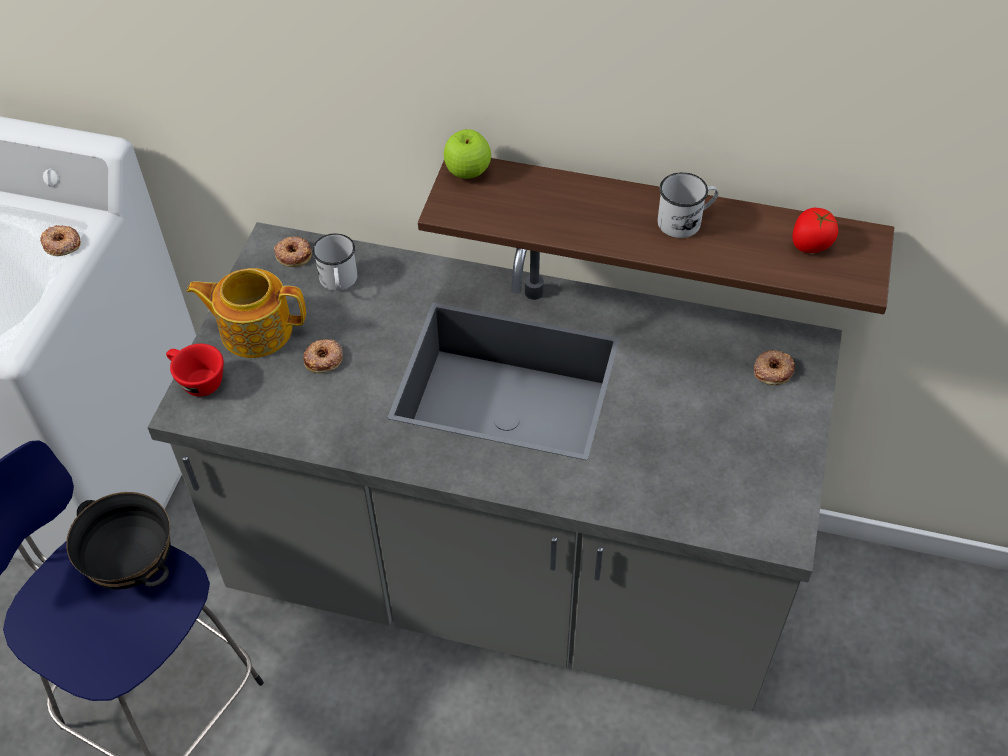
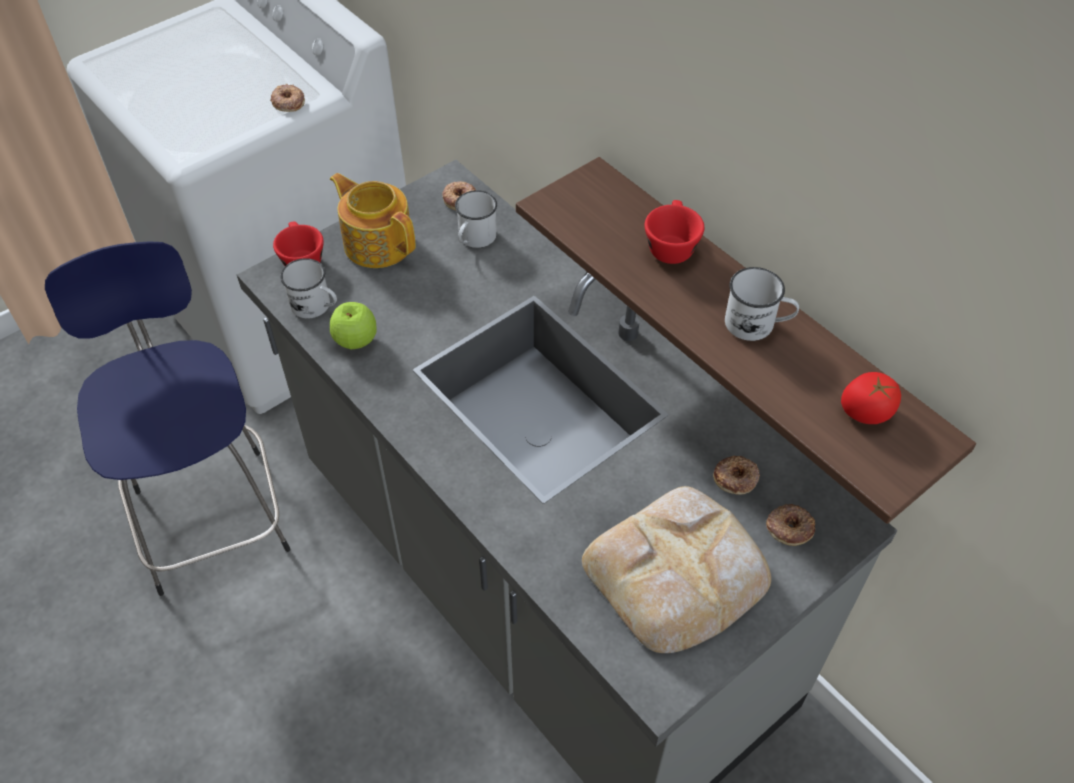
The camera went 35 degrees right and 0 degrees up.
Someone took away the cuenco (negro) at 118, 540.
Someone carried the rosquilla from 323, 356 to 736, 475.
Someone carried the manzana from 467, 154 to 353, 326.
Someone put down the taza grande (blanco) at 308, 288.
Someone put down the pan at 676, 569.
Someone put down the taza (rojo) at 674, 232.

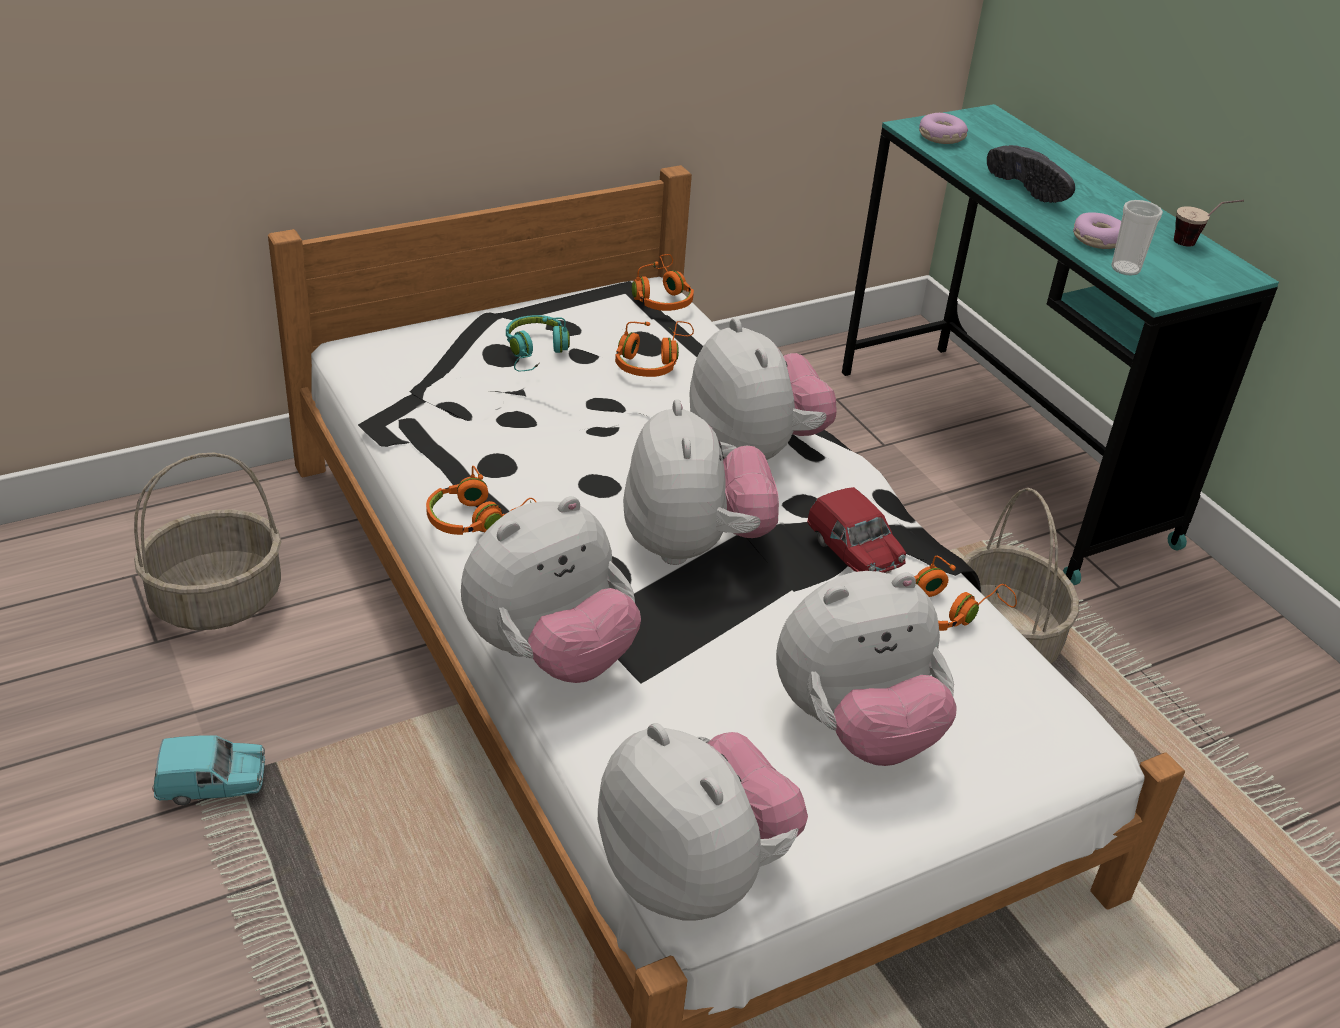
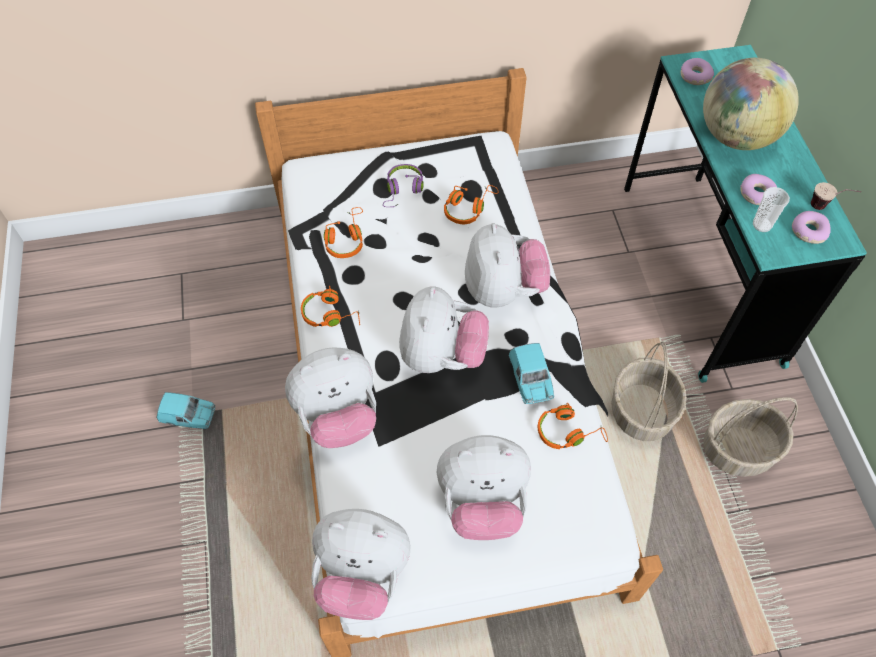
The camera went 20 degrees right and 20 degrees up.
Someone carried the cesta from 208, 541 to 750, 437.
Someone repainted the auriculares (turquesa) at 538, 343, which became the auriculares (morado) at 403, 185.
Someone rotated the peluche at 703, 822 by 120 degrees clockwise.
Someone carried the auriculares (naranja) from 663, 282 to 343, 232.
Someone repainted the coche de juguete (rojo) at 856, 530, which became the coche de juguete (turquesa) at 531, 373.
Someone swapped the zapato (negro) at 1031, 174 for the globo terráqueo at 751, 104.
Someone put down the rosquilla at 811, 227.

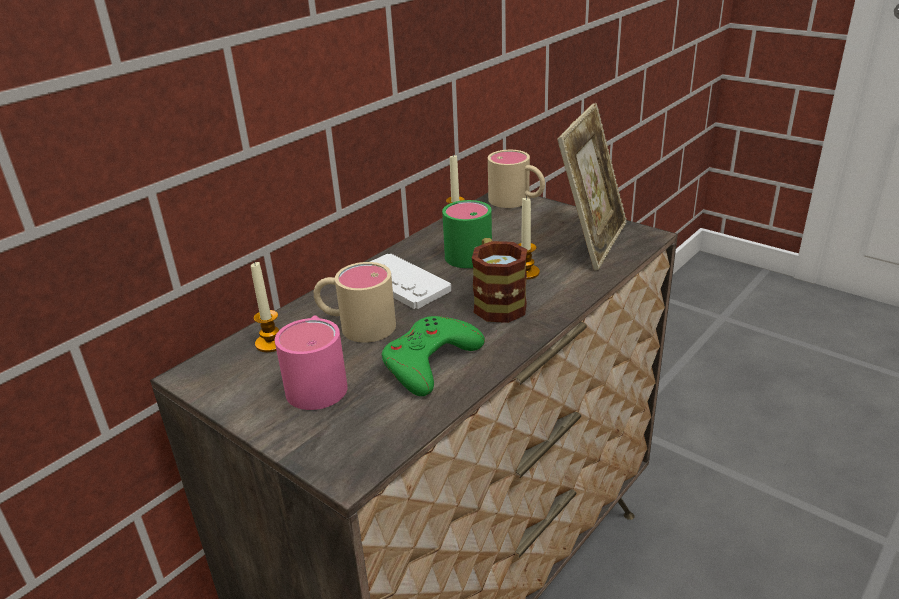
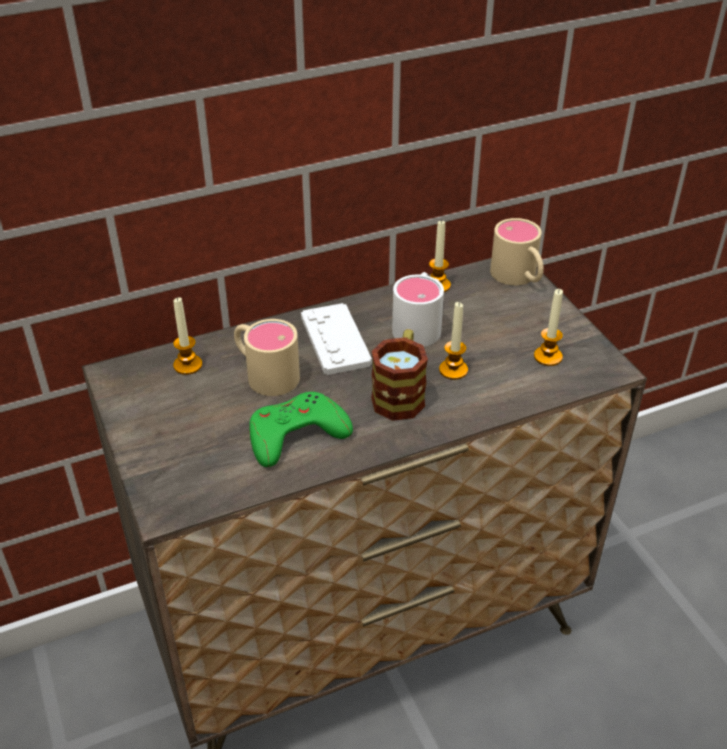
The camera went 25 degrees right and 10 degrees up.
Someone took away the taza grande (rosa) at 311, 363.
Someone repainted the taza grande (verde) at 467, 234, which became the taza grande (blanco) at 418, 309.
Someone swapped the portarretratos at 592, 186 for the vela at 548, 327.

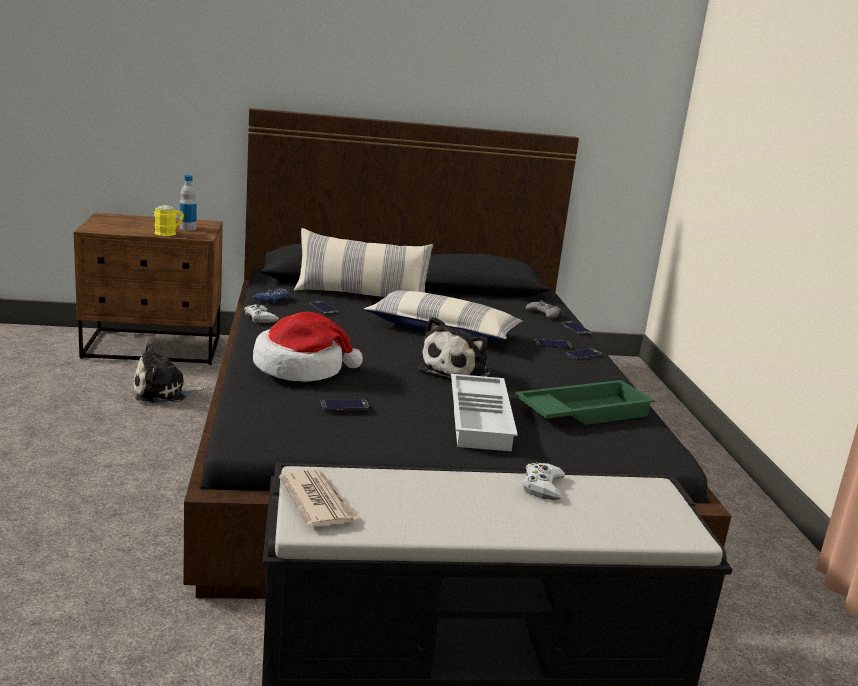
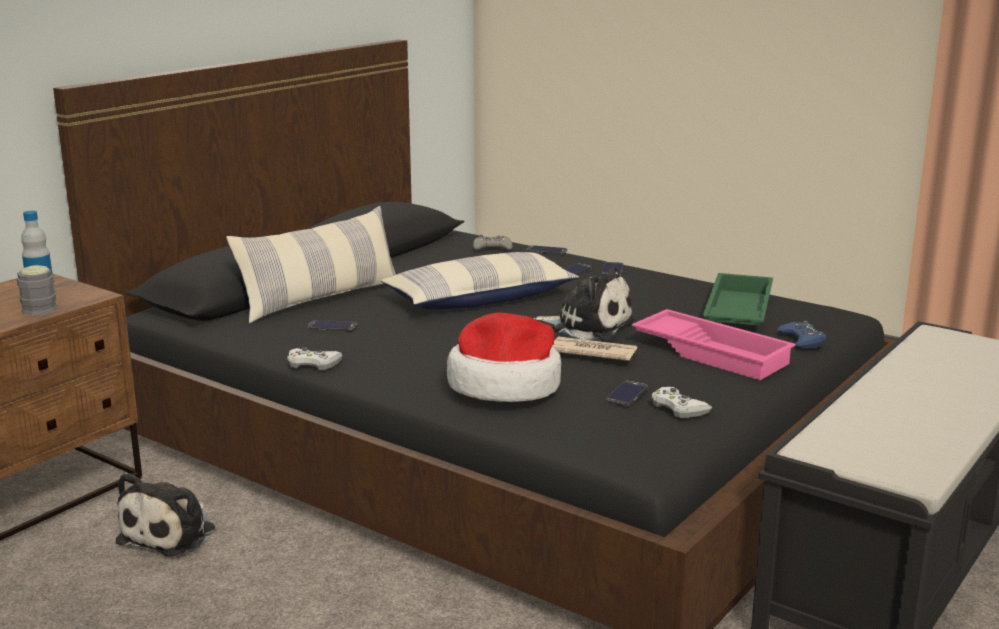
The camera went 45 degrees left and 0 degrees up.
Someone repainted the taza grande (amarillo) at 169, 220, which became the taza grande (gris) at 37, 290.
Someone carried the mando de consola (azul) from 271, 296 to 802, 335.
Someone carried the periódico from 319, 498 to 595, 348.
Someone rotated the peluche at 454, 347 by 45 degrees counterclockwise.
Someone repainted the bandeja (blanco) at 484, 412, which became the bandeja (rosa) at 714, 344.
Someone carried the mando de consola (blanco) from 543, 481 to 681, 402.

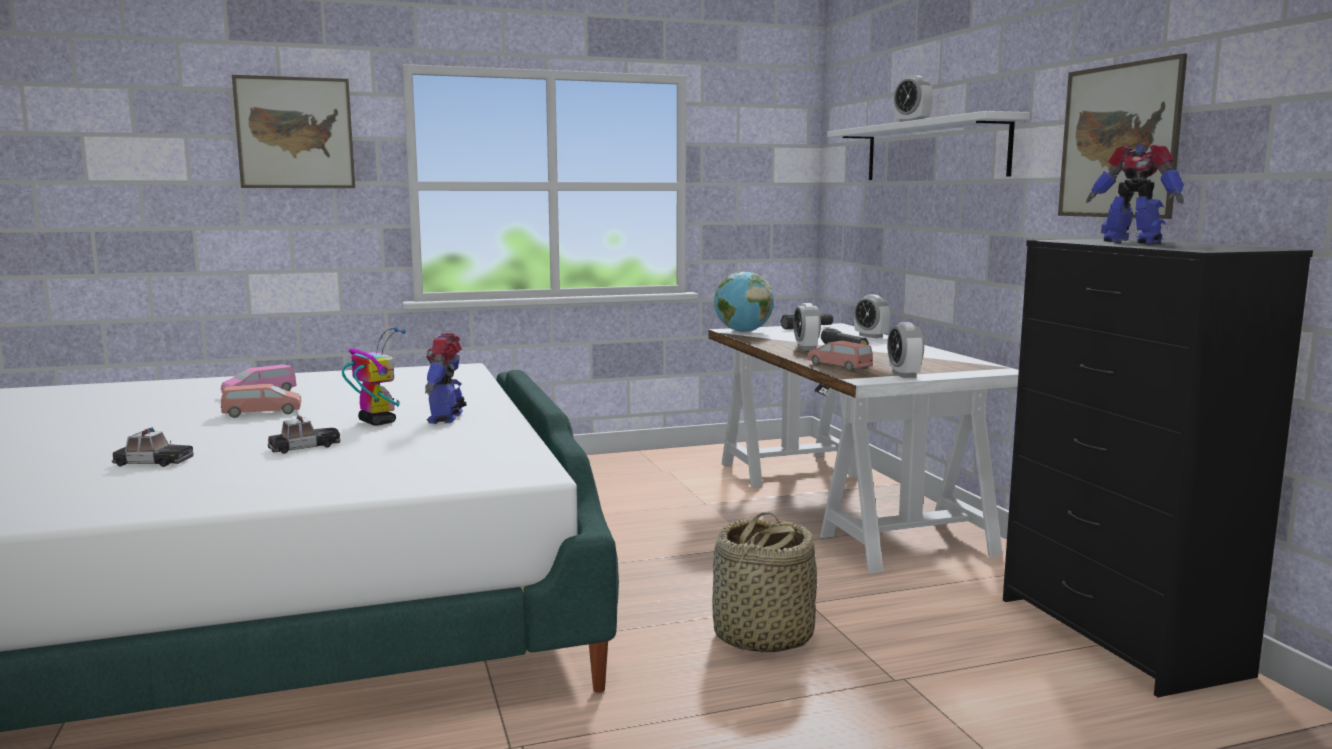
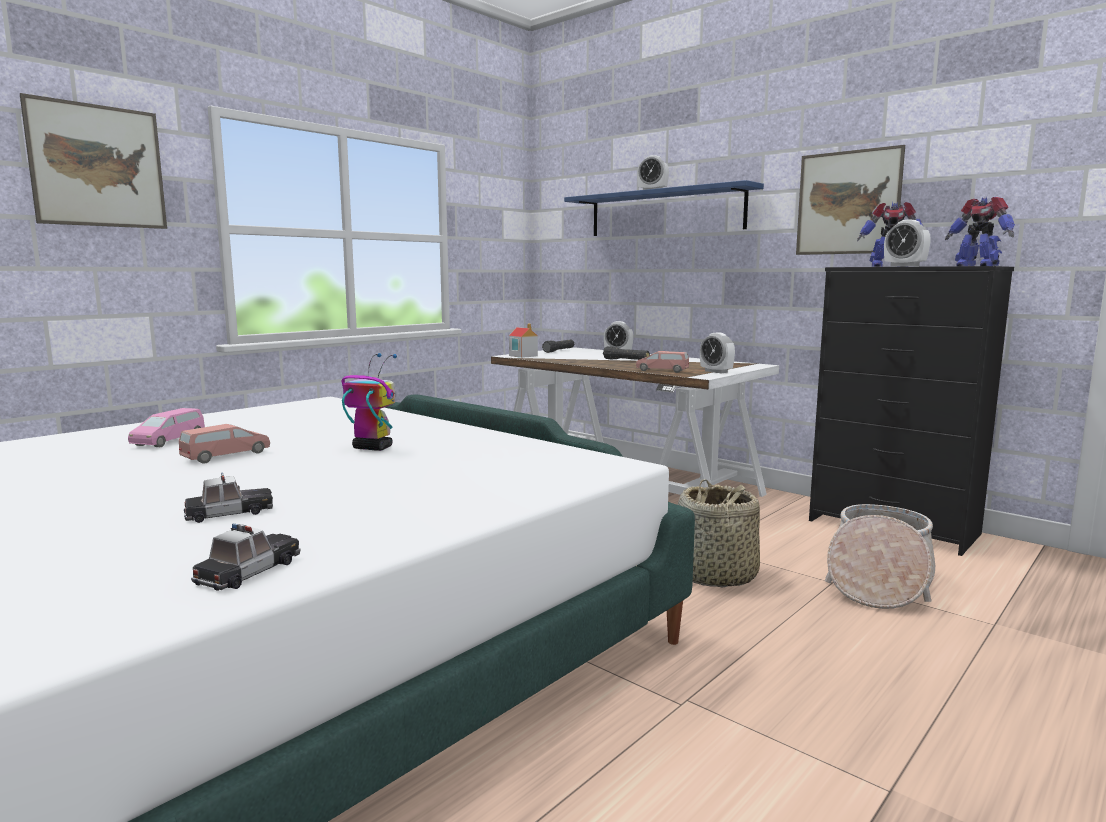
The camera went 30 degrees left and 0 degrees up.
Someone carried the coche de juguete from 304, 434 to 246, 557.
Someone carried the robot de juguete from 445, 378 to 980, 231.
Someone swapped the globo terráqueo at 744, 302 for the casita at 523, 340.
Someone carried the despertador from 807, 326 to 907, 243.
Someone repainted the estante (blanco) at 928, 145, which became the estante (azul) at 664, 208.
Someone put down the cesta at 879, 556.

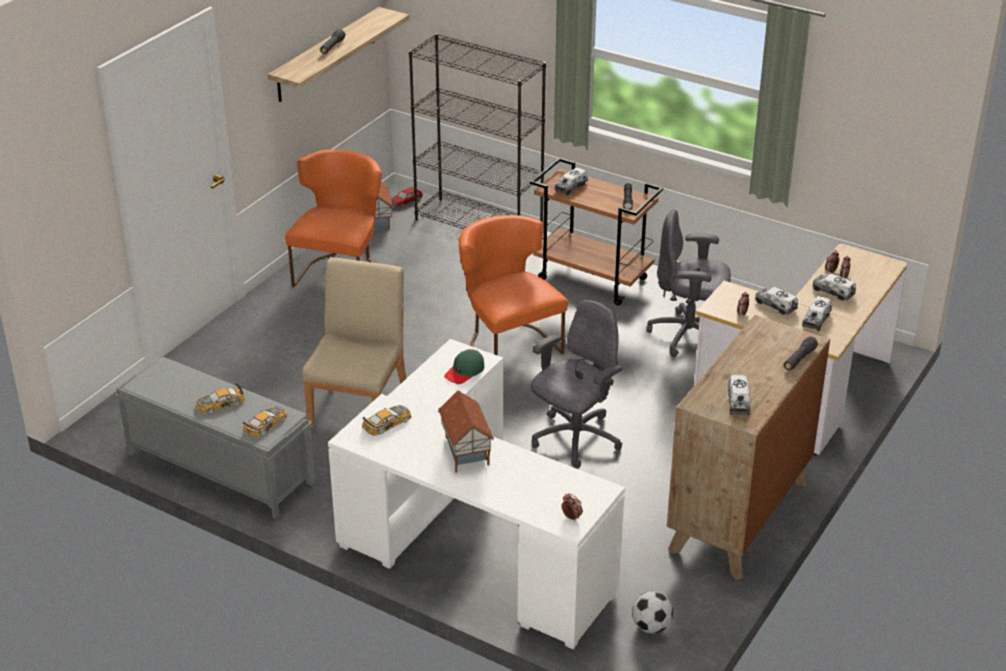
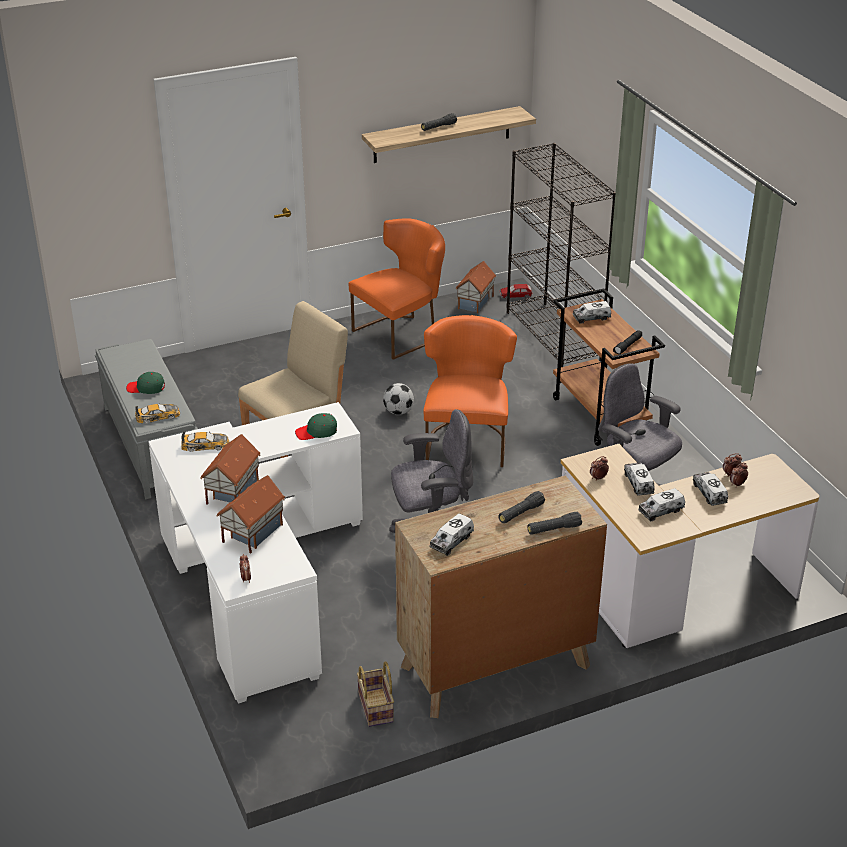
The camera went 35 degrees right and 0 degrees up.
Someone swapped the coche de juguete at 220, 398 for the gorra (verde) at 145, 383.
Someone carried the balón de fútbol from 652, 612 to 398, 399.
Someone put down the casita at 250, 514.
Someone put down the cesta at 375, 694.
Someone put down the linterna (negro) at 521, 507.

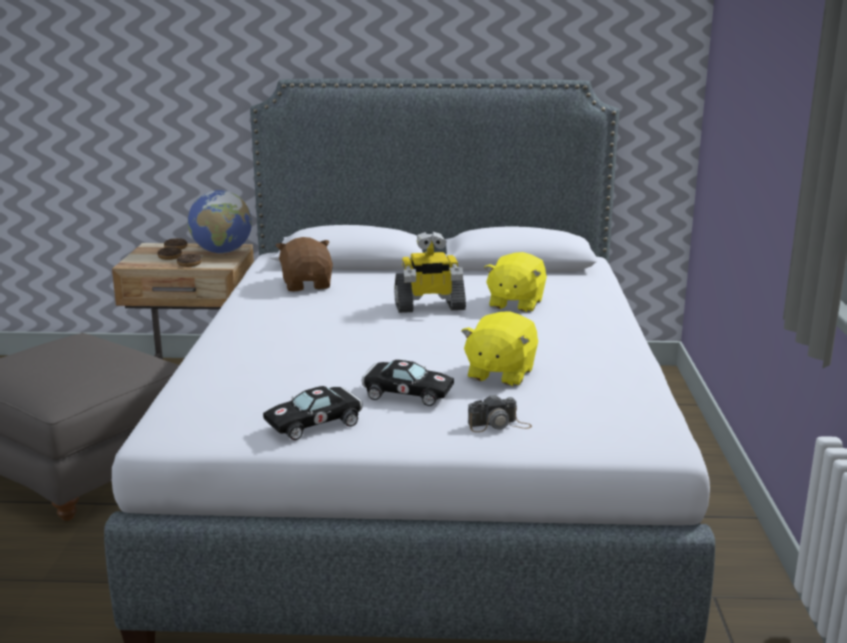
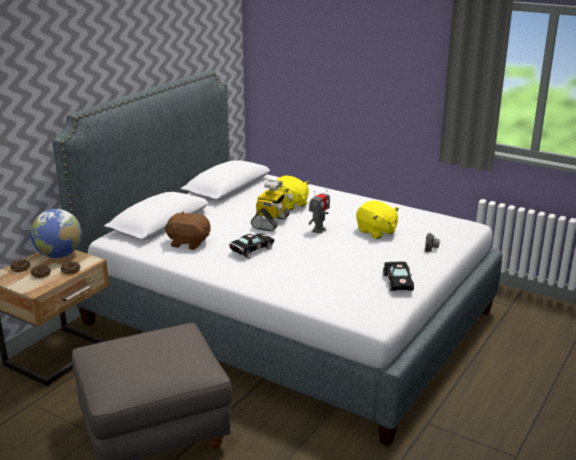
The camera went 60 degrees left and 5 degrees up.
Someone carried the coche de juguete (negro) from 408, 383 to 251, 246.
Someone put down the robot de juguete at 319, 209.

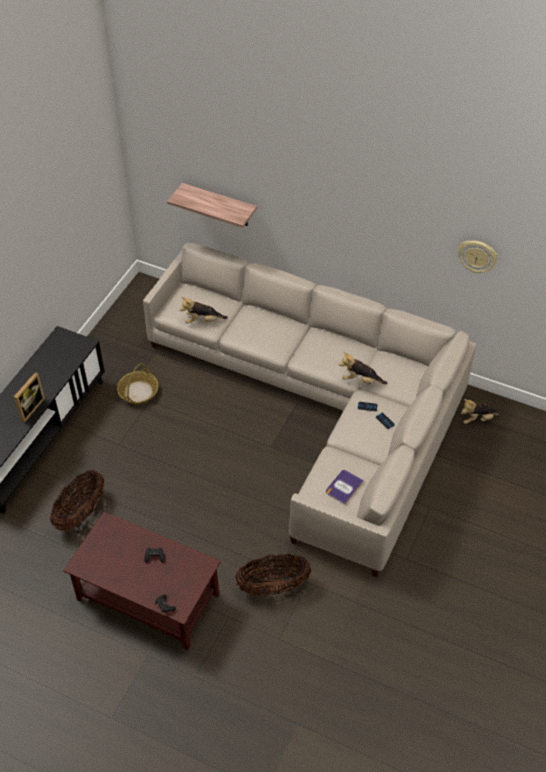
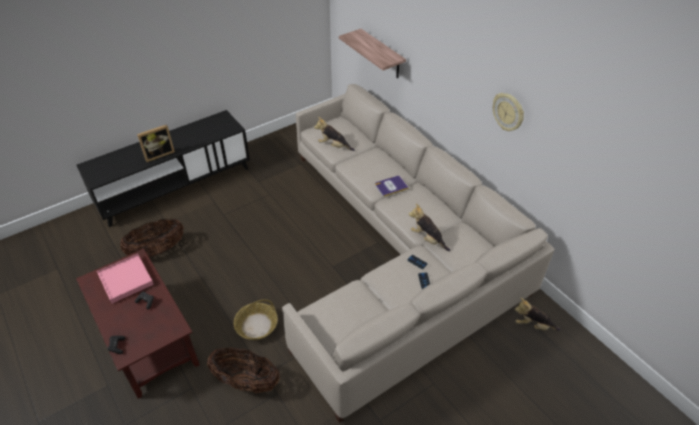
The camera went 30 degrees right and 5 degrees down.
Someone carried the cesta from 137, 383 to 255, 319.
Someone carried the libro from 345, 487 to 392, 186.
Someone carried the reloj de pared from 477, 257 to 508, 112.
Someone put down the bandeja (rosa) at 125, 279.

